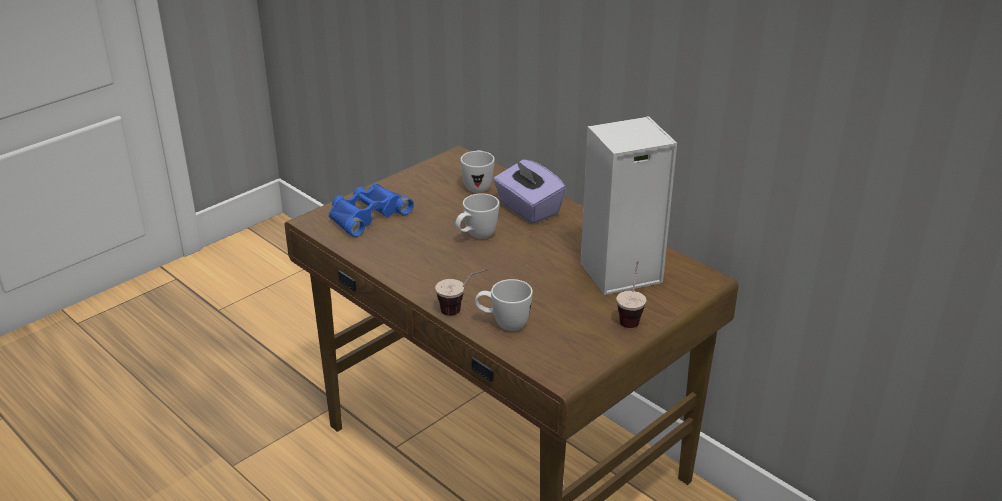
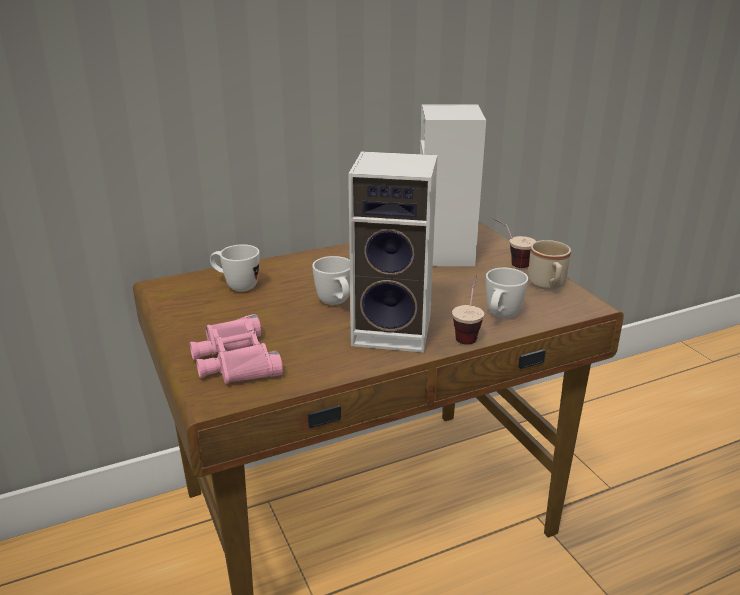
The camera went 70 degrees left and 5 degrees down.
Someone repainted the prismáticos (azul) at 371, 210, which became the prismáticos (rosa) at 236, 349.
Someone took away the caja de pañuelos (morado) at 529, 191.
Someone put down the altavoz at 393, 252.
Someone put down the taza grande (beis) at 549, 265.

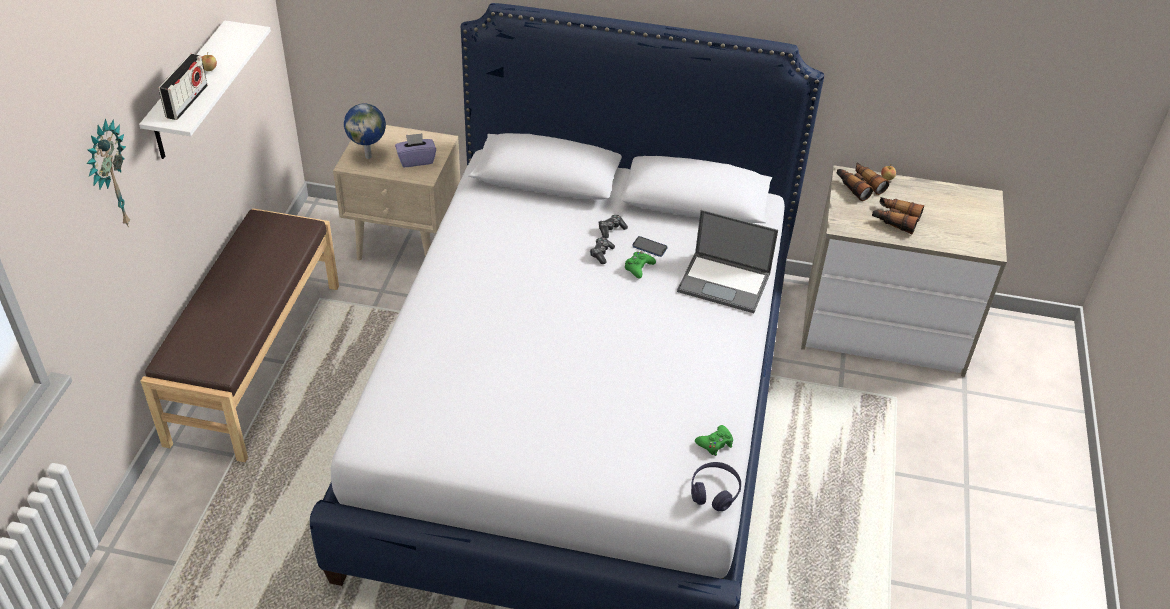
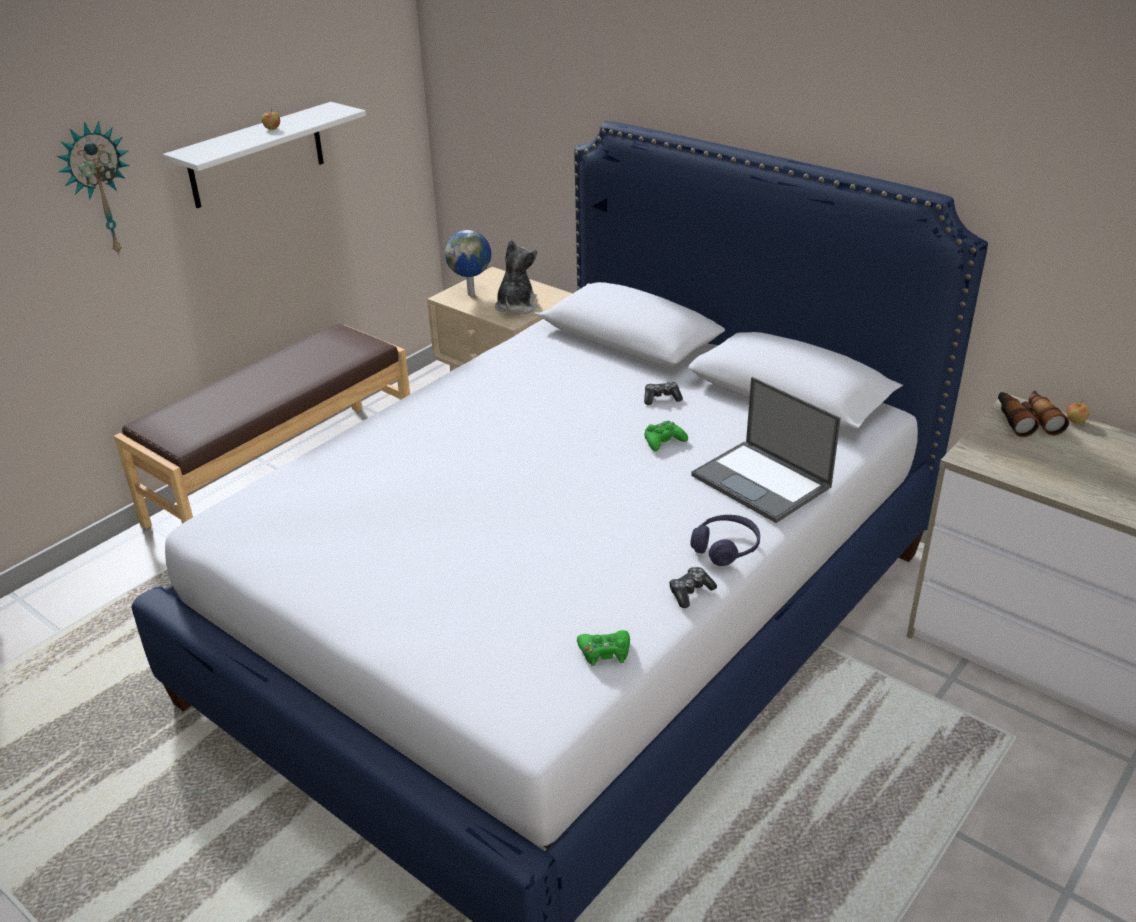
The camera went 30 degrees right and 10 degrees down.
Someone took away the radio at 183, 87.
Someone swapped the caja de pañuelos (morado) at 415, 150 for the peluche at 516, 277.
Someone carried the mando de consola from 602, 250 to 693, 587.
Someone took away the móvil at 650, 246.
Someone carried the auriculares (morado) from 716, 486 to 725, 540.
Someone took away the prismáticos at 898, 215.

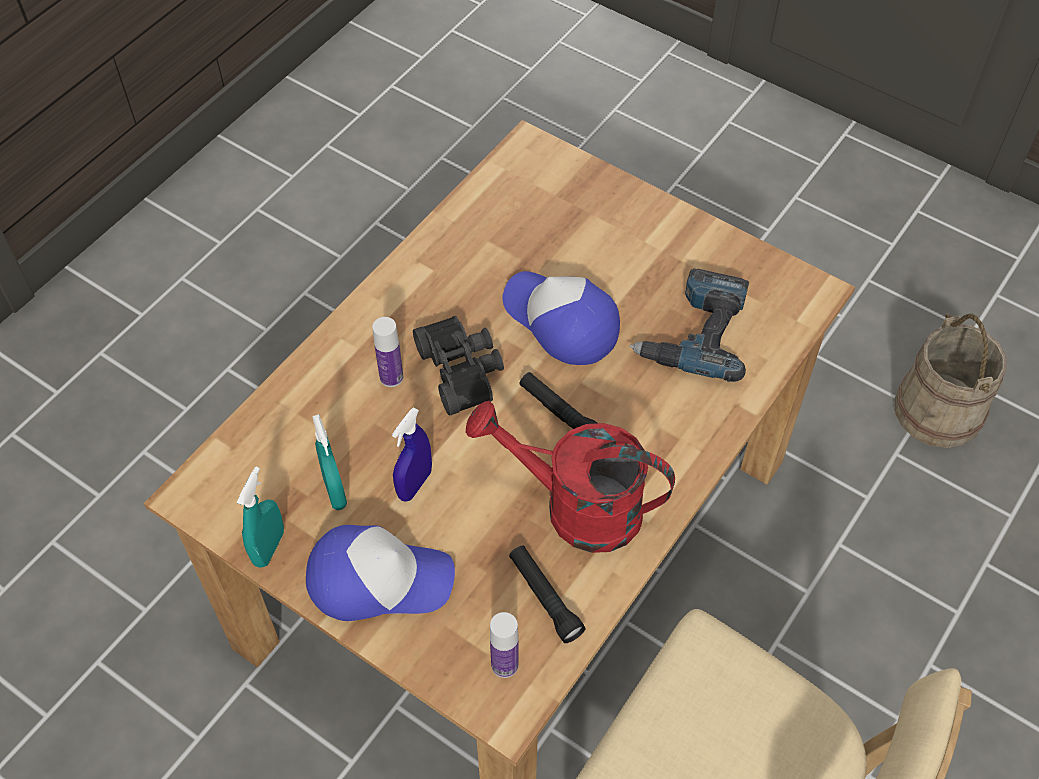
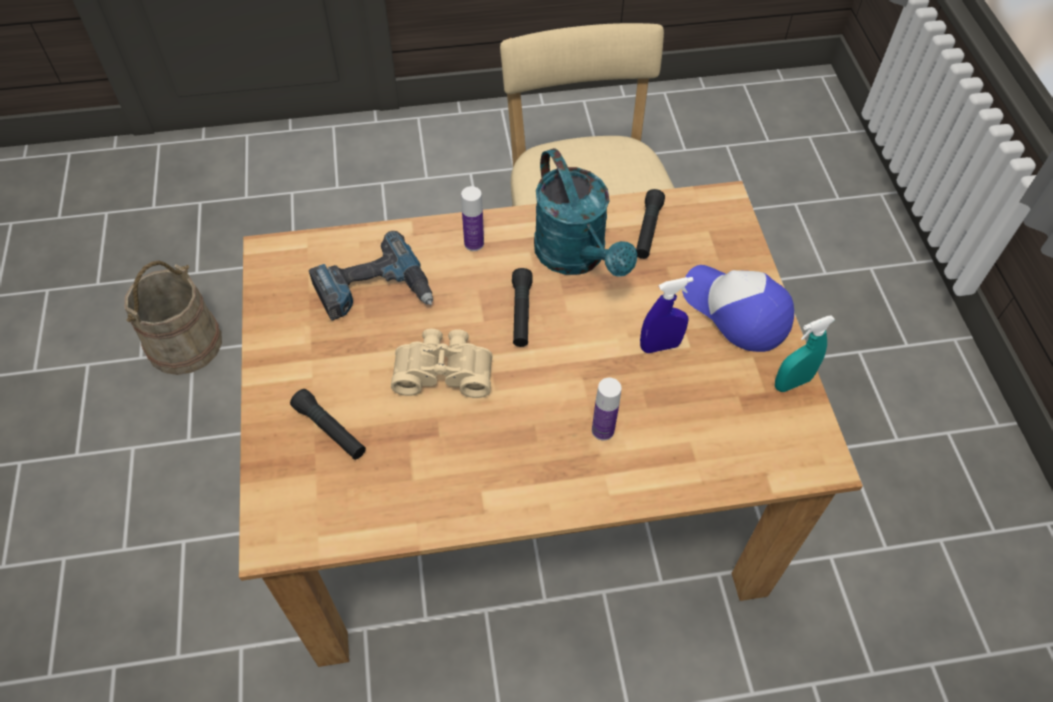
The camera went 135 degrees left and 0 degrees up.
Someone took away the pulverizador (turquesa) at 329, 462.
Someone took away the prismáticos (negro) at 458, 366.
Someone repainted the regadera (rojo) at 570, 477, which became the regadera (turquesa) at 585, 212.
Someone carried the botella from 504, 645 to 472, 218.
Someone swapped the gorra at 561, 318 for the prismáticos (beis) at 442, 363.
Someone put down the linterna (negro) at 328, 424.

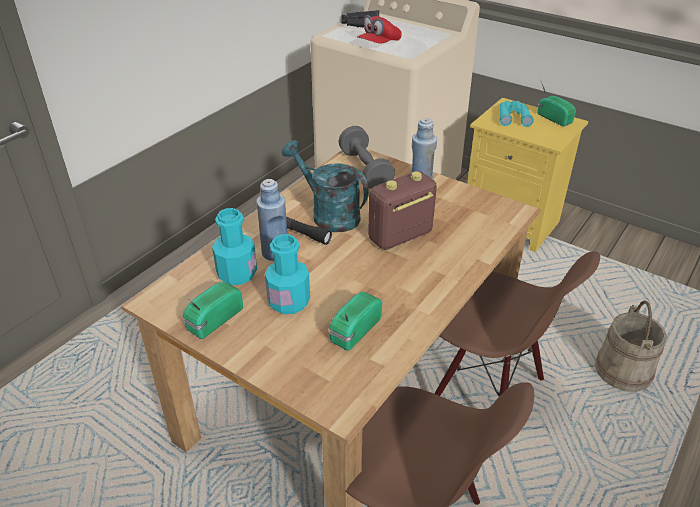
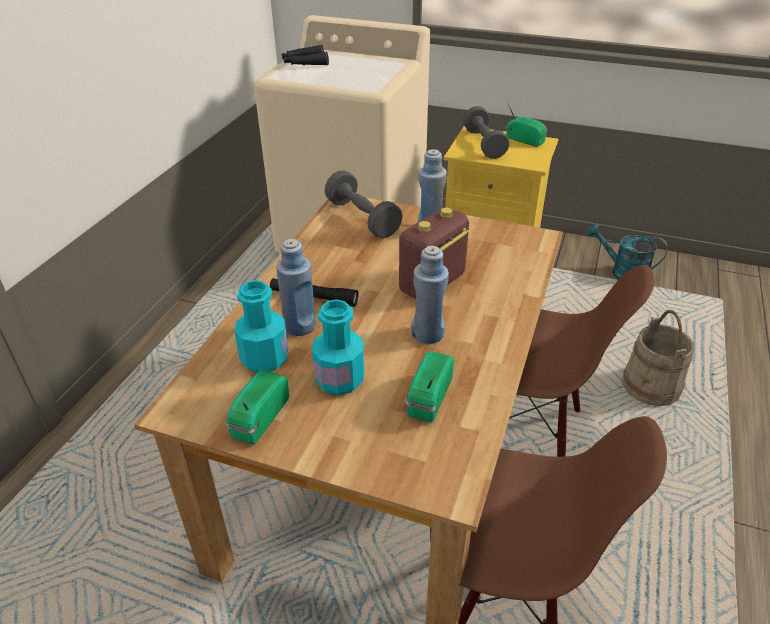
The camera went 15 degrees left and 0 degrees up.
Someone carried the regadera (turquesa) from 325, 186 to 627, 251.
Someone took away the gorra (rojo) at 379, 29.
Someone swapped the prismáticos (turquesa) at 517, 113 for the mancuerna (gris) at 486, 132.
Someone put down the botella (azul) at 430, 295.

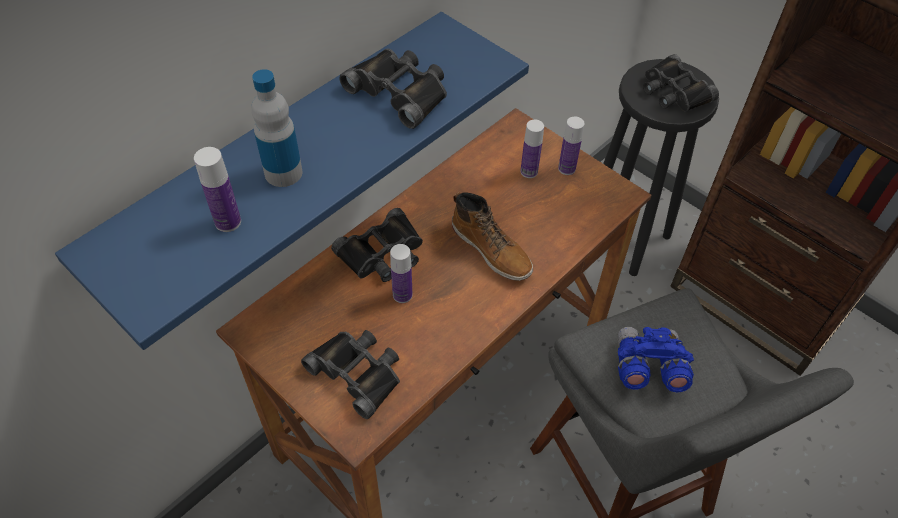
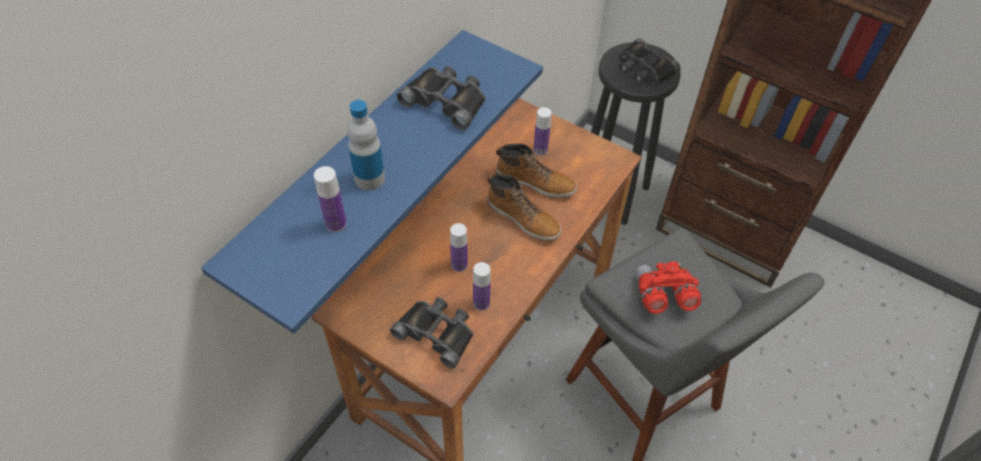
The camera went 10 degrees left and 0 degrees up.
Someone took away the prismáticos (negro) at 377, 245.
Someone carried the botella from 571, 146 to 482, 286.
Someone repainted the prismáticos (azul) at 656, 359, which became the prismáticos (rojo) at 668, 287.
Someone put down the bota at 536, 170.

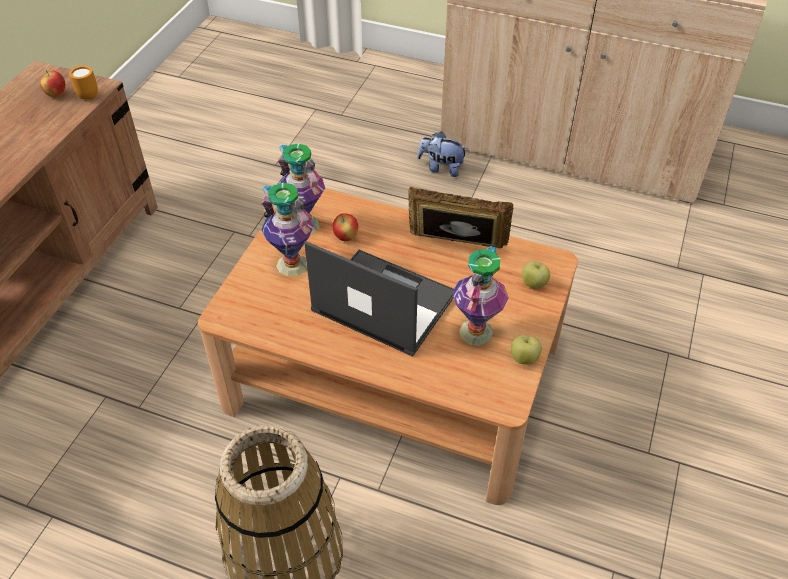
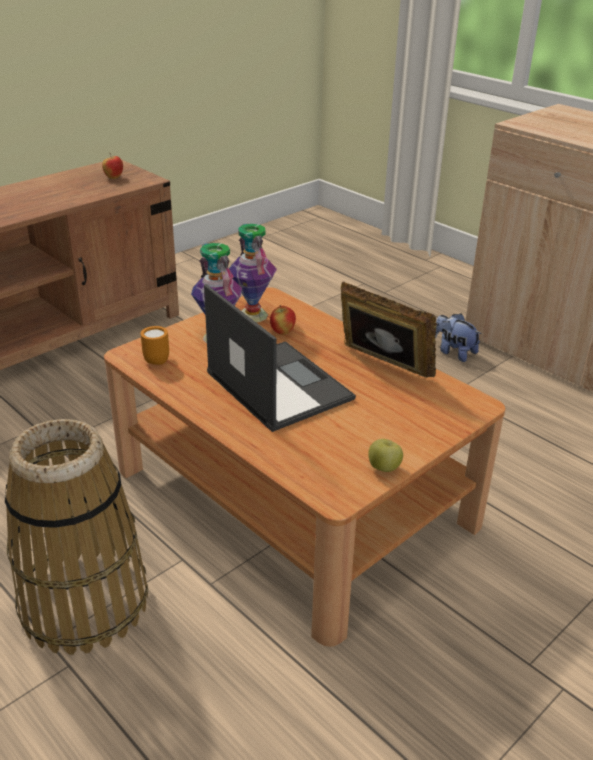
The camera went 25 degrees right and 15 degrees down.
Someone carried the taza grande (naranja) from 83, 82 to 154, 345.
Someone took away the florero at 480, 296.
Someone took away the manzana at 536, 274.

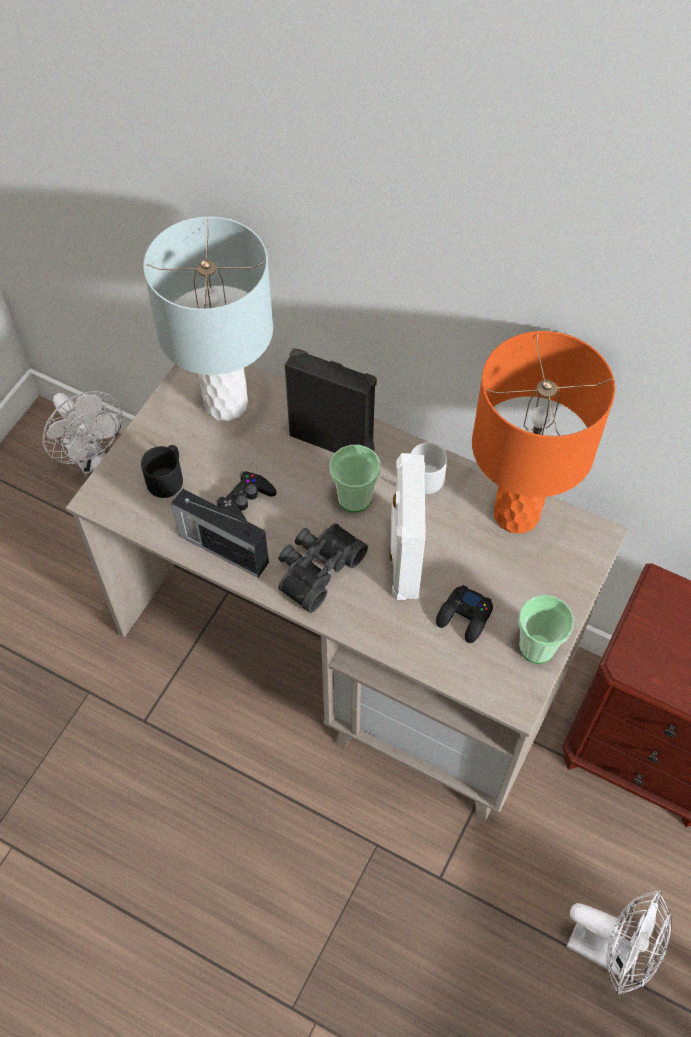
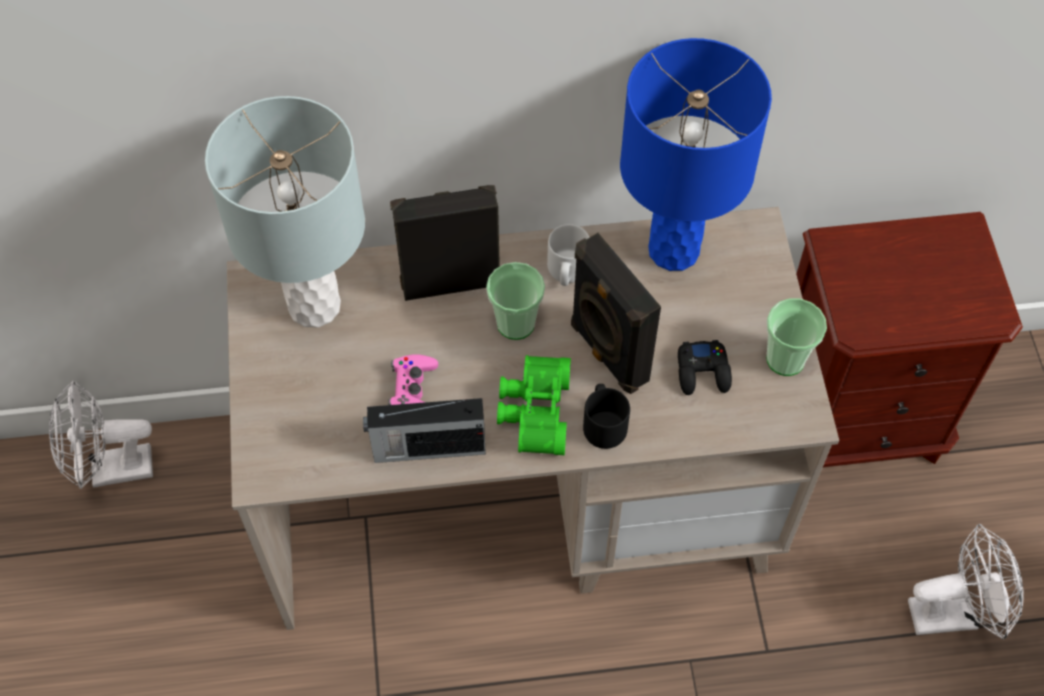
The camera went 35 degrees left and 0 degrees up.
Someone rotated the ventilador (blanco) at 82, 433 by 150 degrees clockwise.
Someone carried the taza grande (negro) from 162, 471 to 606, 416.
Someone repainted the mando de consola (negro) at 246, 496, which became the mando de consola (rosa) at 413, 379.
Someone repainted the prismáticos (negro) at 323, 568, which became the prismáticos (verde) at 534, 405.
Someone repainted the altavoz (blanco) at 407, 526, which became the altavoz (negro) at 616, 313.
Someone repainted the lámpara de mesa (naranja) at 543, 432, which became the lámpara de mesa (azul) at 696, 154.

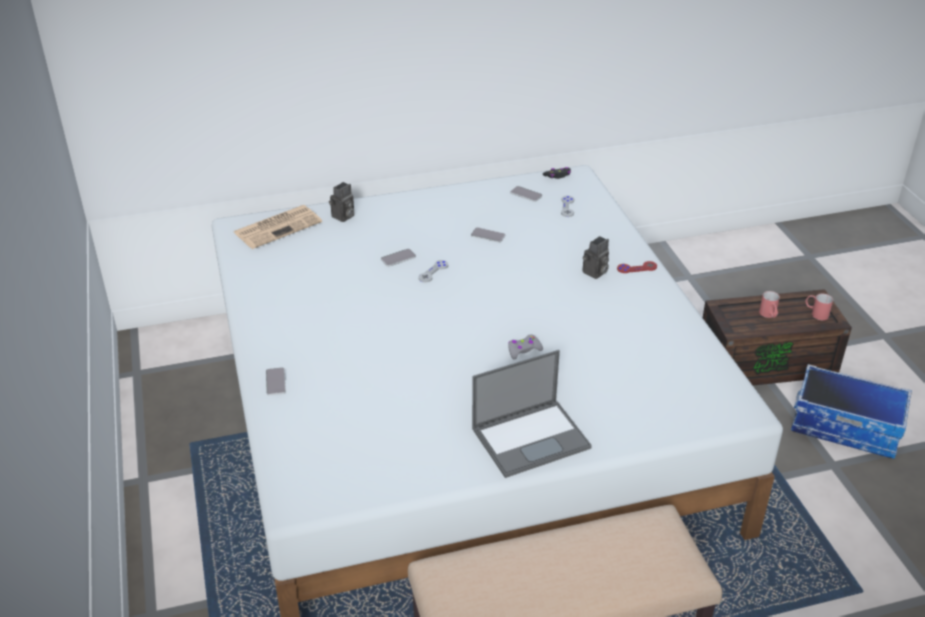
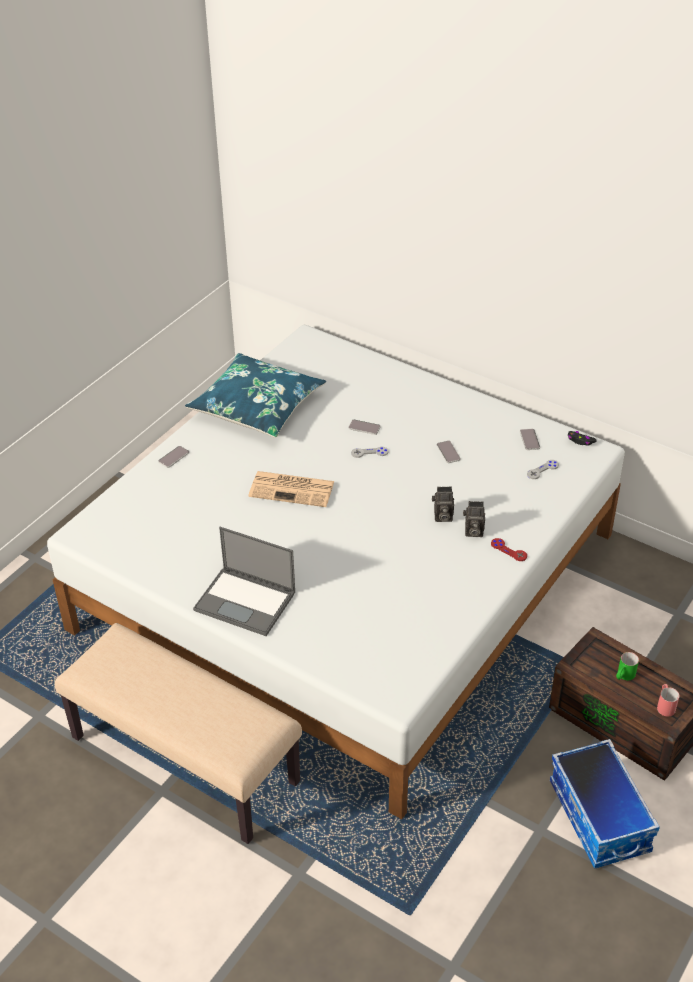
The camera went 50 degrees right and 5 degrees up.
Someone carried the periódico from 278, 227 to 291, 489.
Someone carried the cámara from 341, 202 to 443, 504.
Someone took away the mando de consola (gris) at 525, 346.
Someone repainted the taza grande (rojo) at 769, 304, which became the taza grande (verde) at 627, 666.
Someone put down the cojín (azul) at 255, 395.

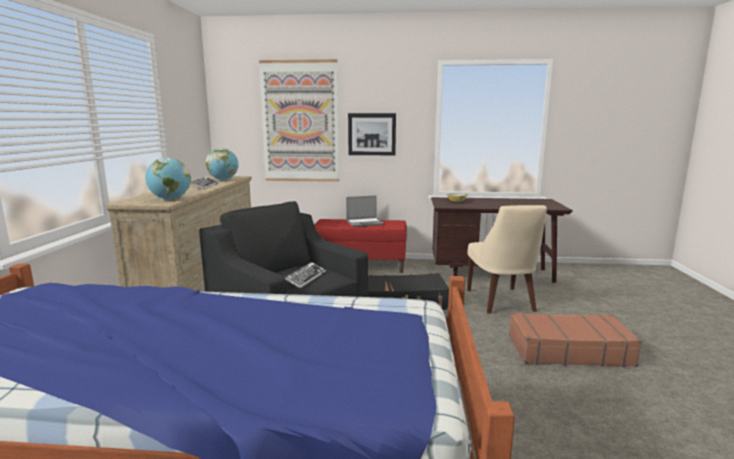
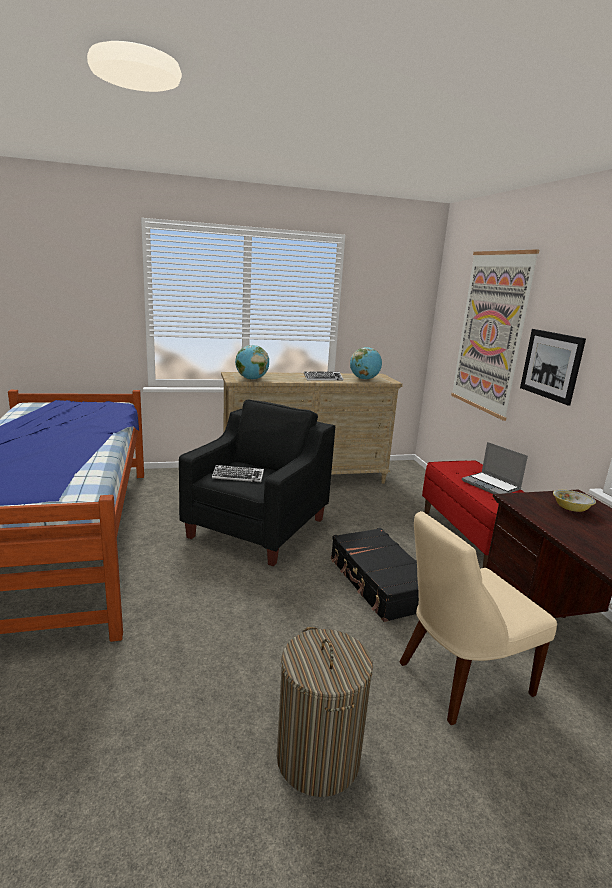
The camera went 70 degrees right and 5 degrees up.
Someone swapped the maleta (marrón) at 575, 339 for the cesto de la ropa at 325, 712.

